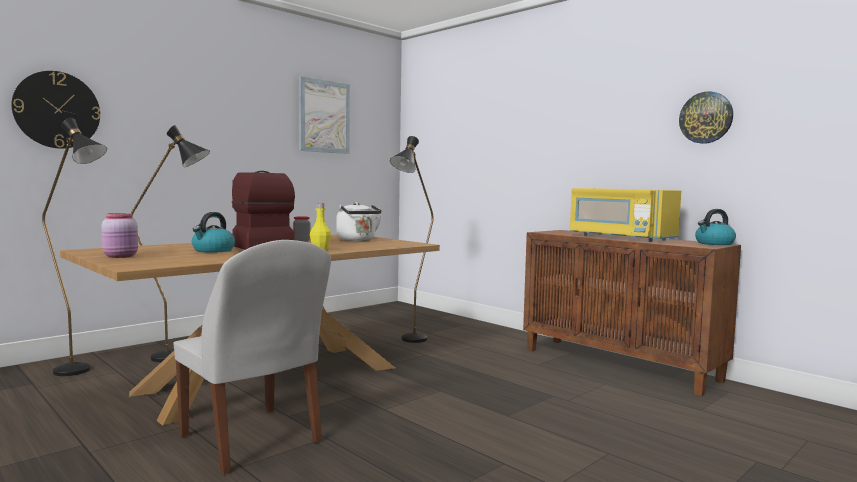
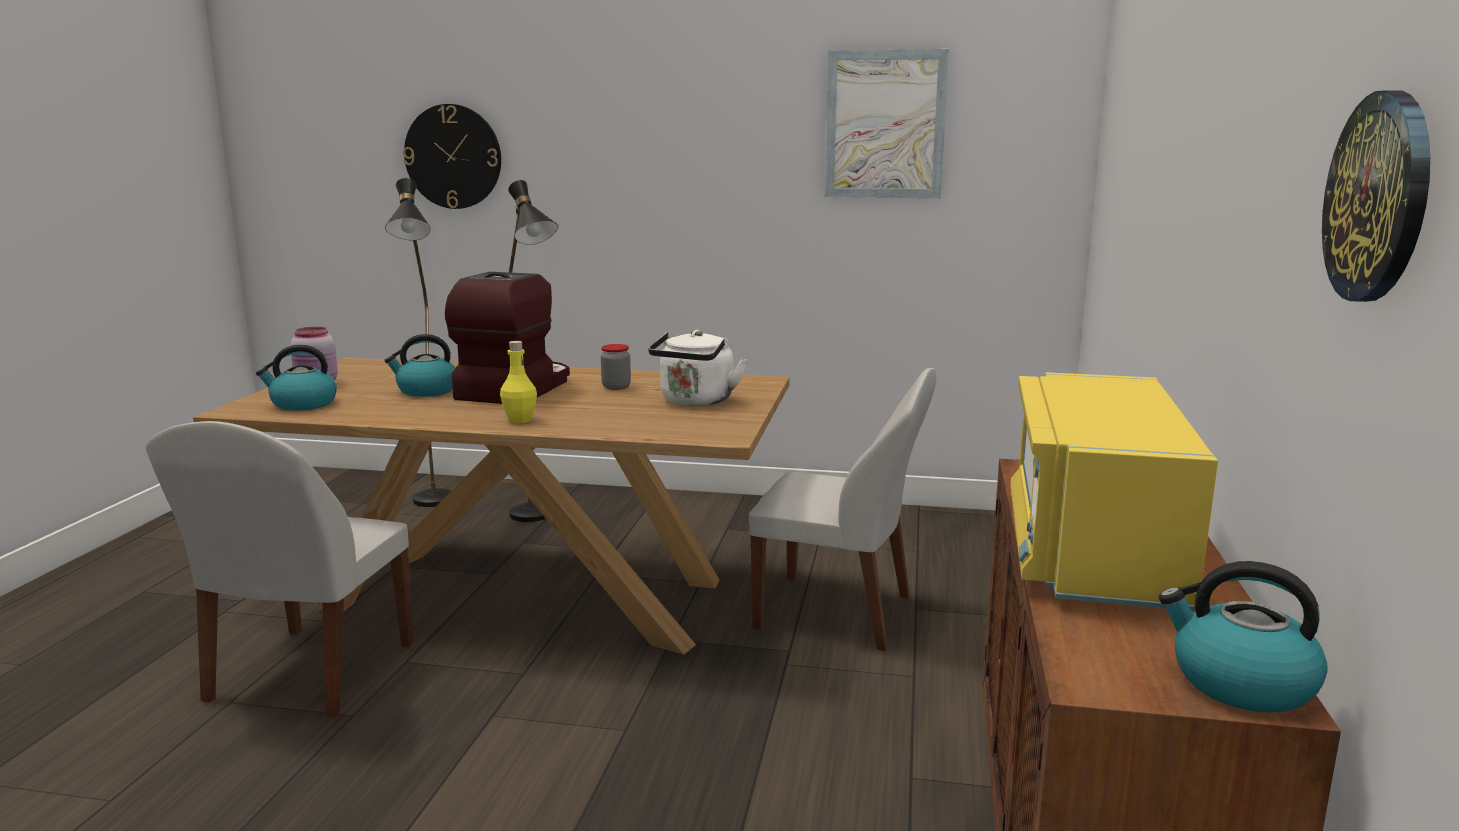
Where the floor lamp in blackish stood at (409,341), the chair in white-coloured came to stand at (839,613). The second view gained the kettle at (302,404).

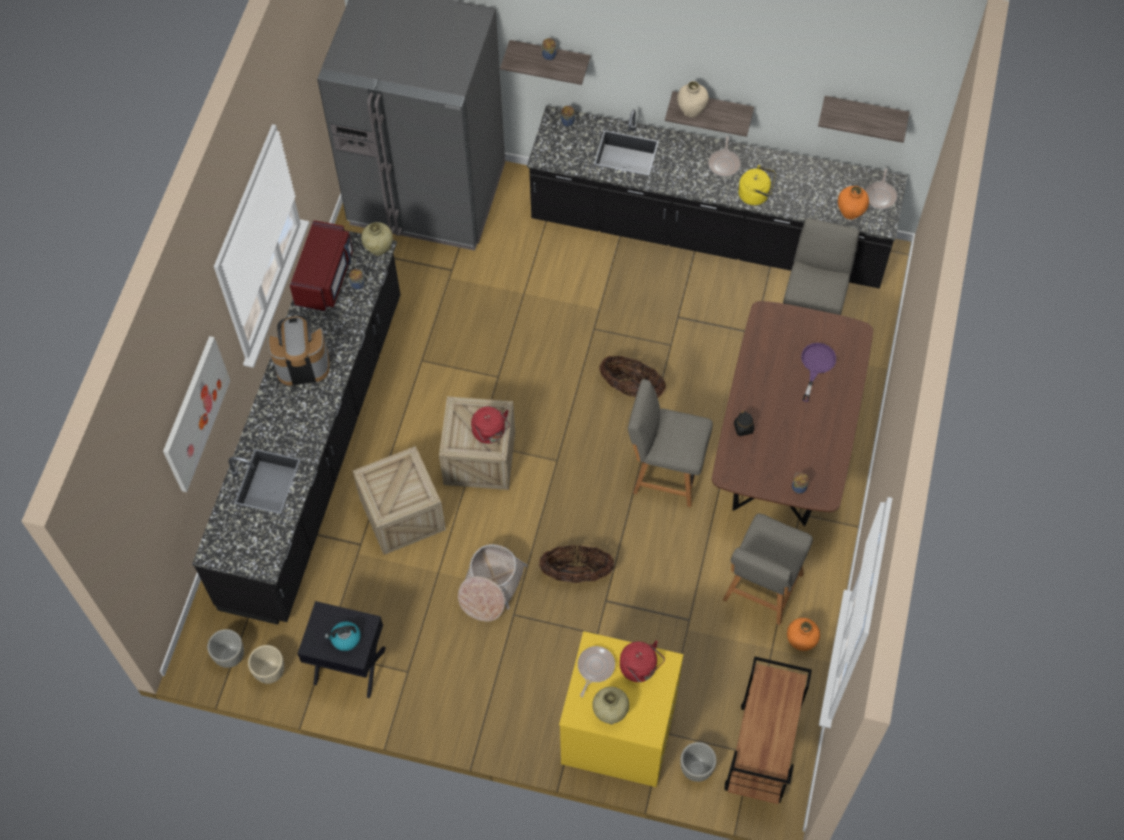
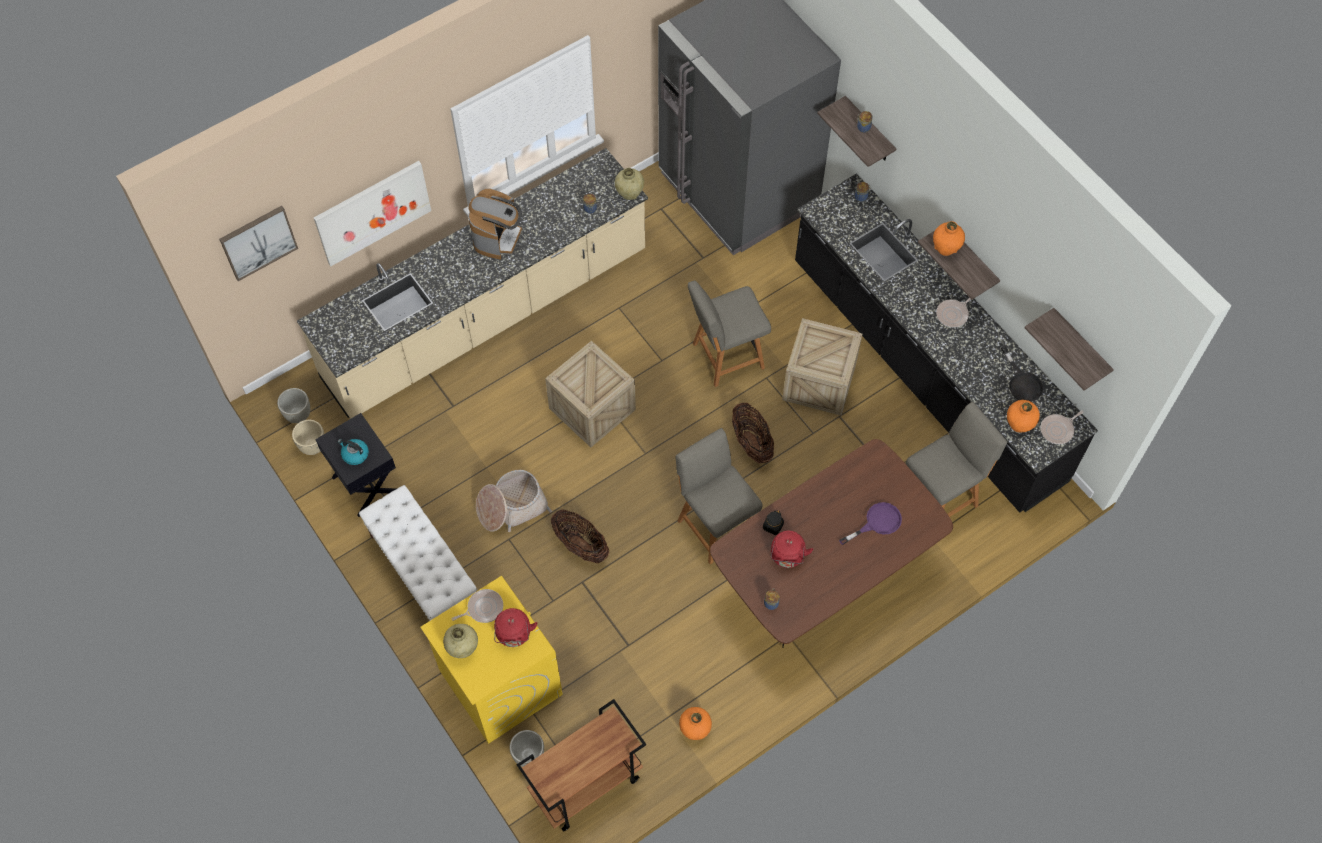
What was the flower vase in beige at (691,111) turned into the flower vase in orange-coloured at (945,249). The second view lost the kettle in yellow at (755,195). The second view lost the microwave oven in red at (325,278). What was the kitchen counter in blackish at (315,449) turned into the kitchen counter in beige at (486,316). The coffee machine at (302,364) ended up facing another way, 75 degrees clockwise from before. The kettle in red ended up elsewhere, having gone from (490,433) to (787,557). The crate ended up elsewhere, having gone from (402,514) to (819,382). The chair in gray ended up elsewhere, having gone from (761,589) to (725,357). The second view gained the wall picture at (258,242). The second view gained the frying pan in blackish at (1022,382). The second view gained the bench in white-coloured at (424,572).

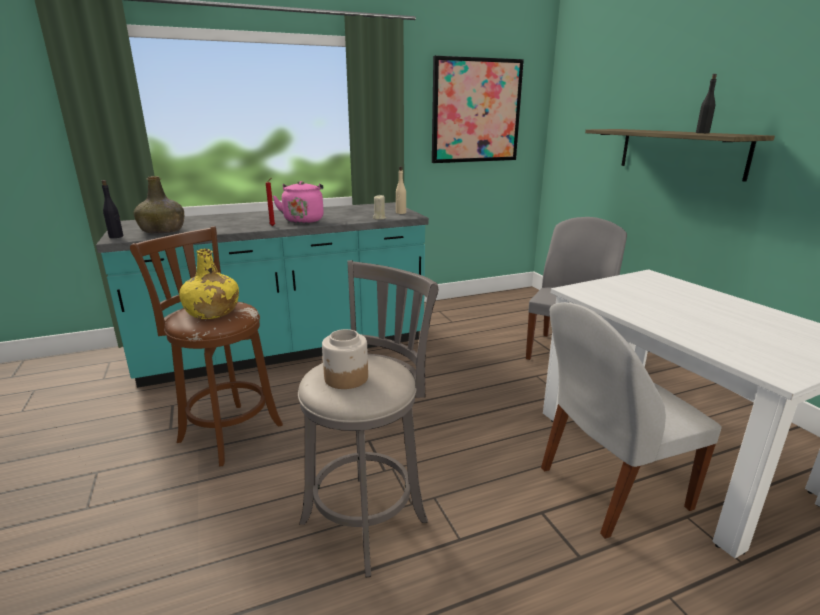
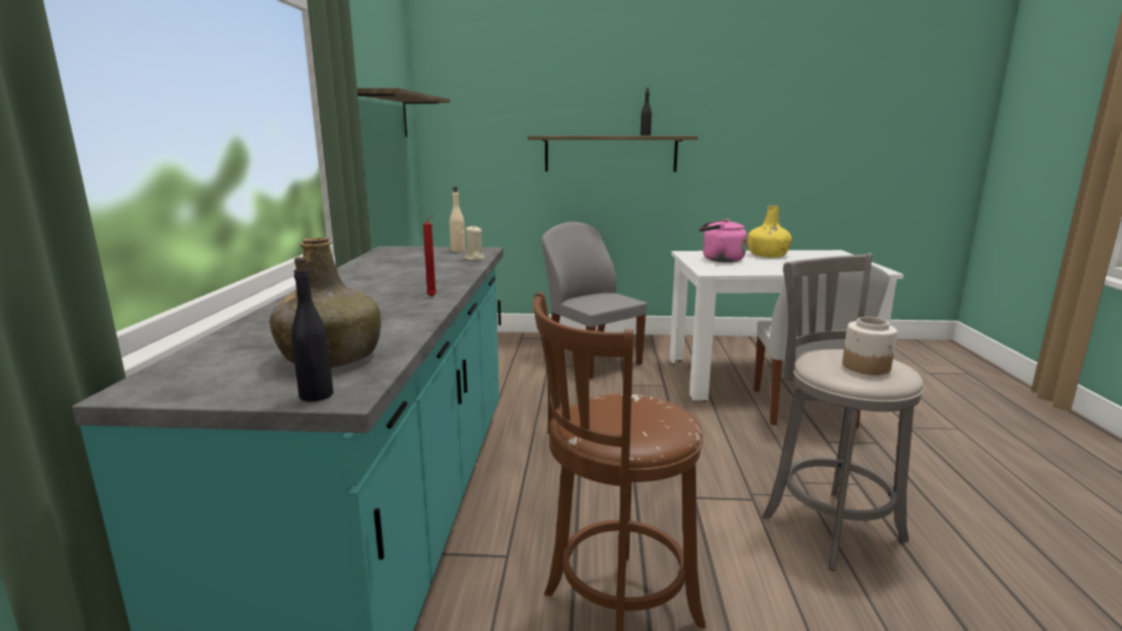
Where the wall picture hung at (476,111), the bracket shelf came to hang at (381,116). The kettle in pinkish ended up elsewhere, having gone from (303,220) to (719,259). The drink bottle in yellow ended up elsewhere, having gone from (212,312) to (768,255).

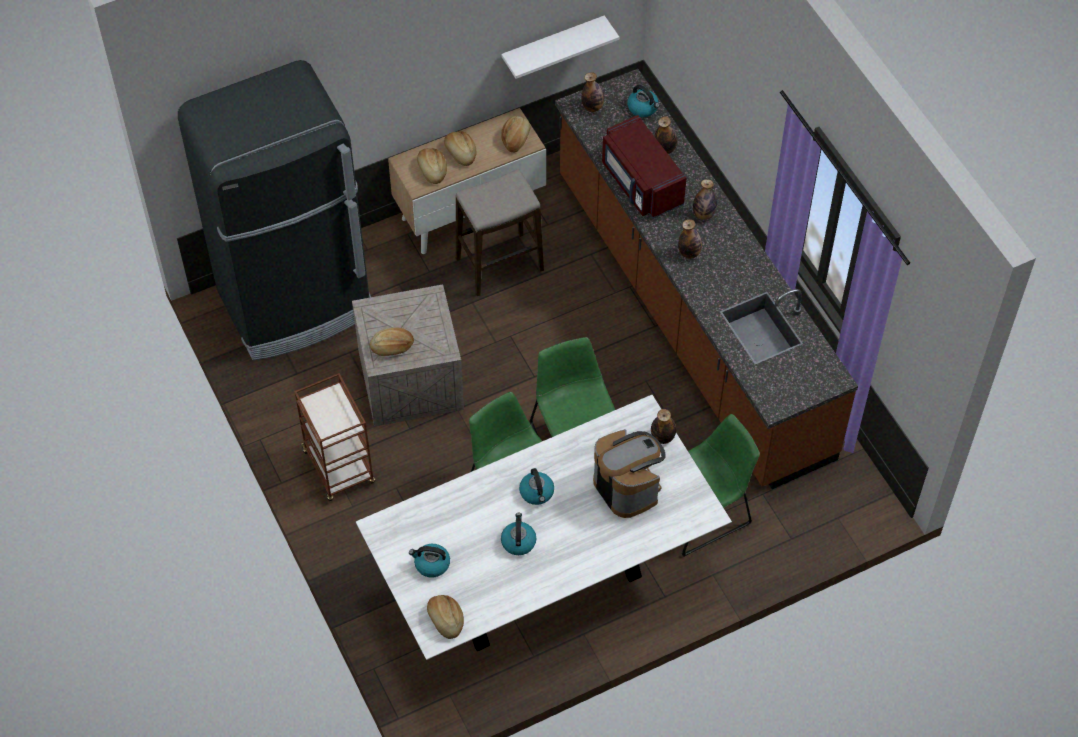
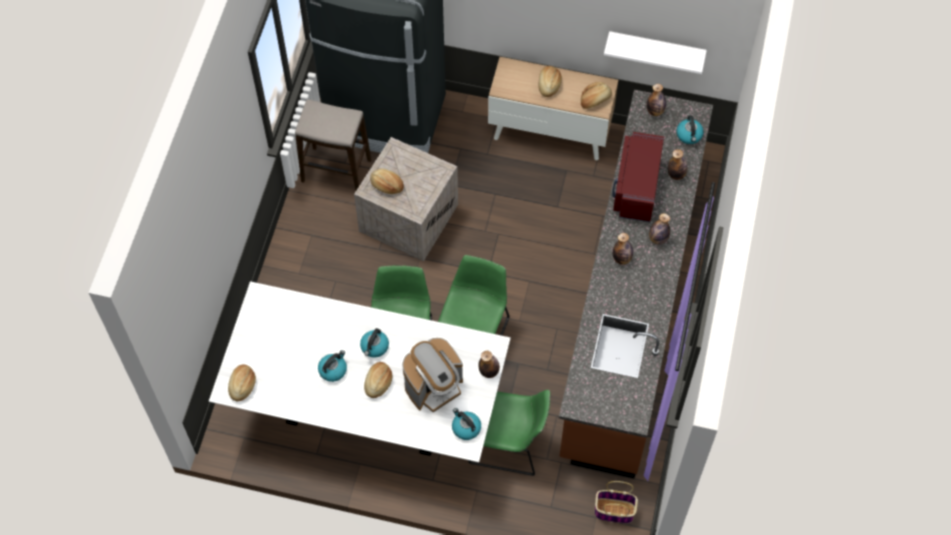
The baked bread ended up elsewhere, having gone from (431,170) to (378,382). The stool ended up elsewhere, having gone from (499,264) to (336,170). The second view lost the trolley in brown at (339,468). The coffee machine at (627,487) ended up facing another way, 45 degrees clockwise from before. The kettle ended up elsewhere, having gone from (431,564) to (465,428). The second view gained the household basket at (613,511).

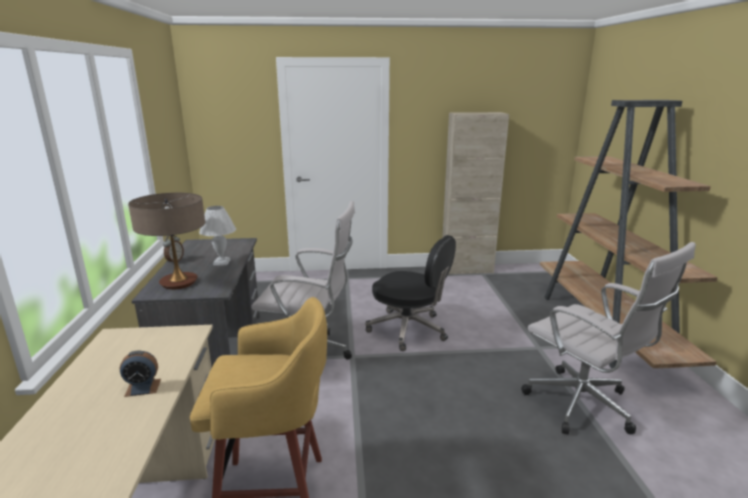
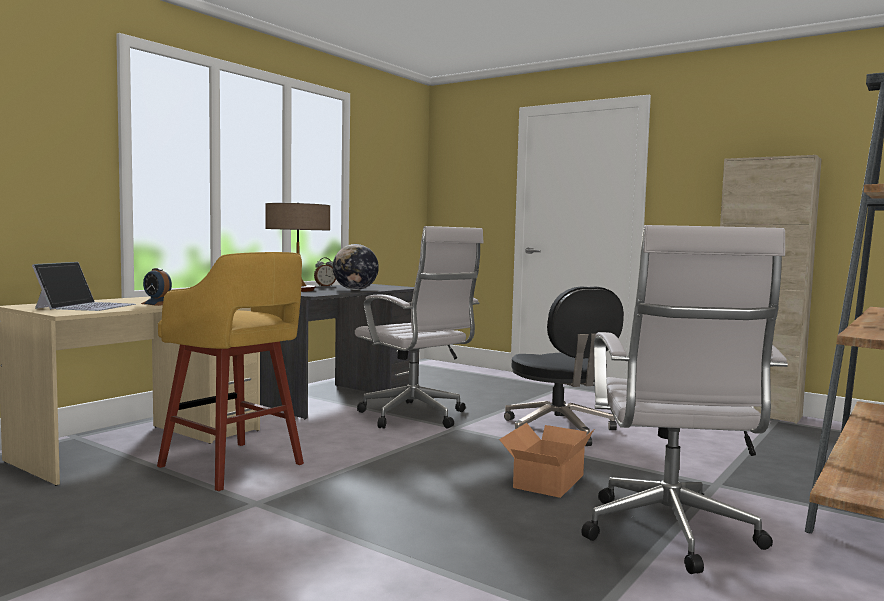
Where the lamp for a table in white-coloured stood at (221,262), the globe came to stand at (355,289). The second view gained the portable computer at (86,306). The second view gained the packing box at (545,481).

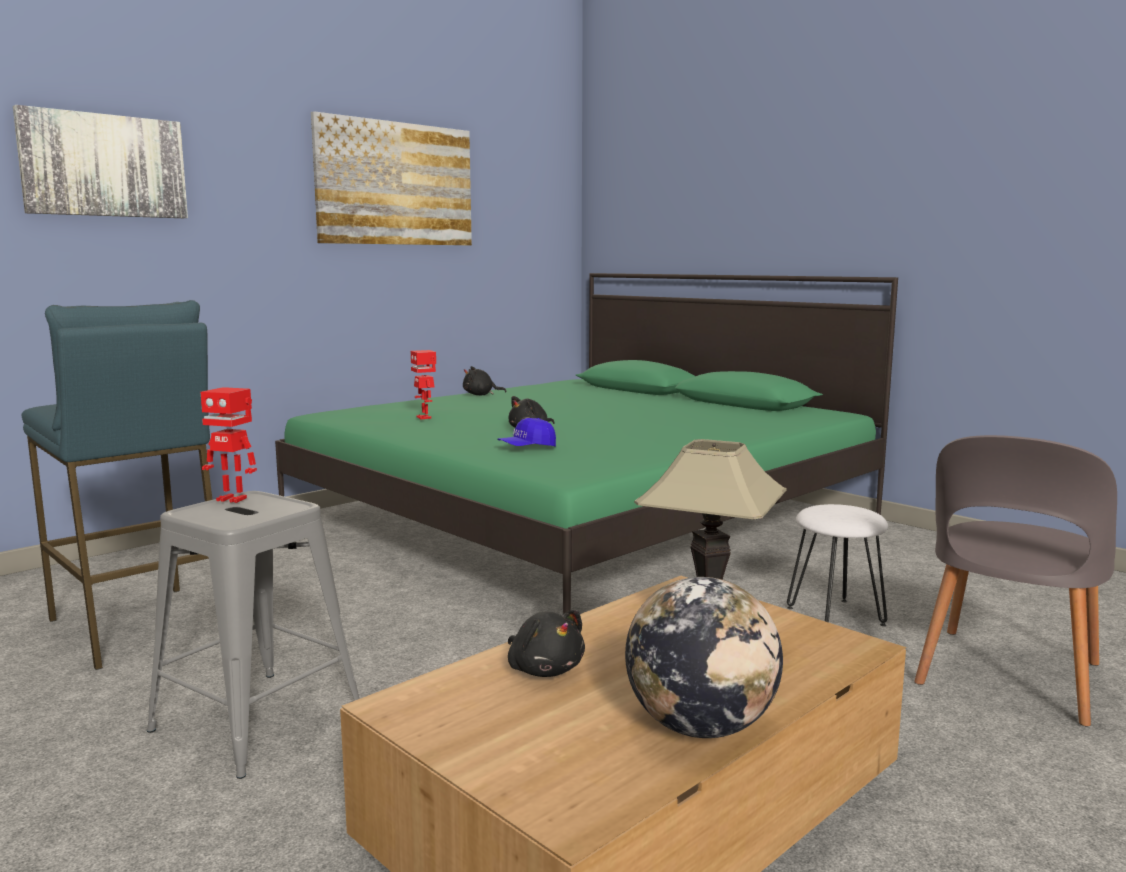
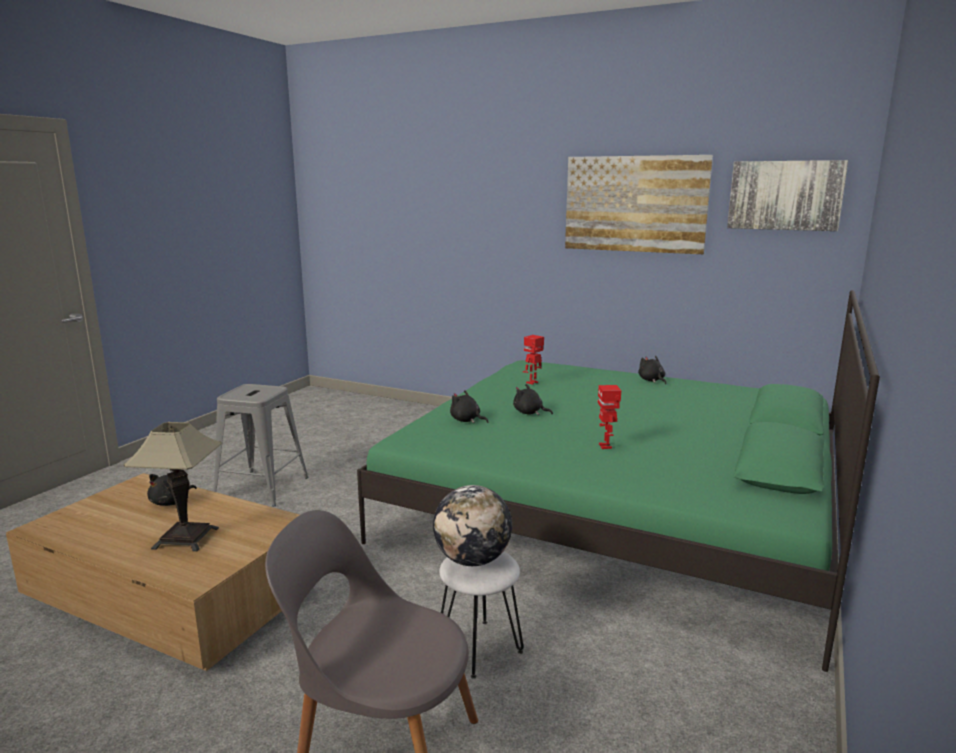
The wall picture ended up elsewhere, having gone from (104,166) to (785,195). The second view lost the stool in bluish at (138,626). The model robot ended up elsewhere, having gone from (233,499) to (606,446). Where the cap in bluish stood at (527,448), the soft toy in blackish came to stand at (466,420). The globe ended up elsewhere, having gone from (700,727) to (473,560).

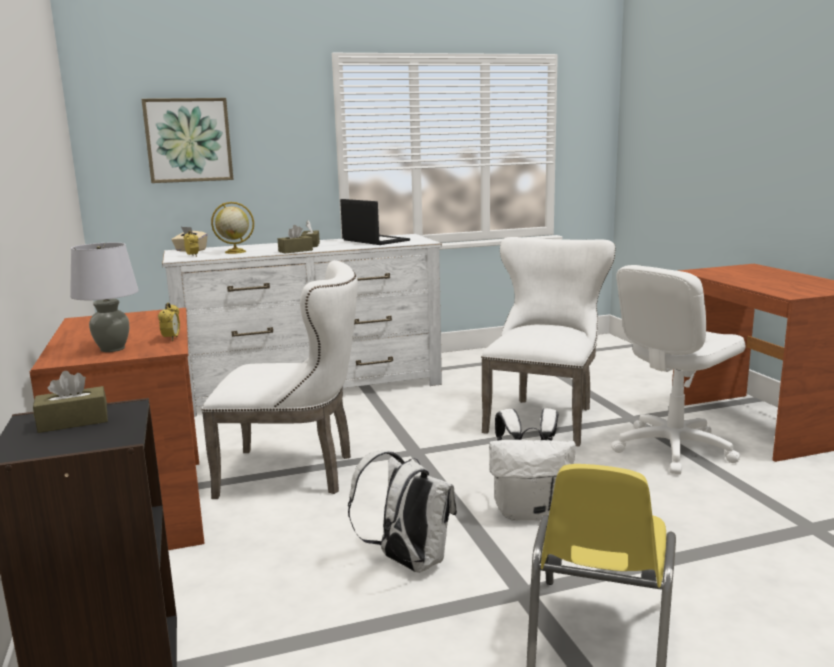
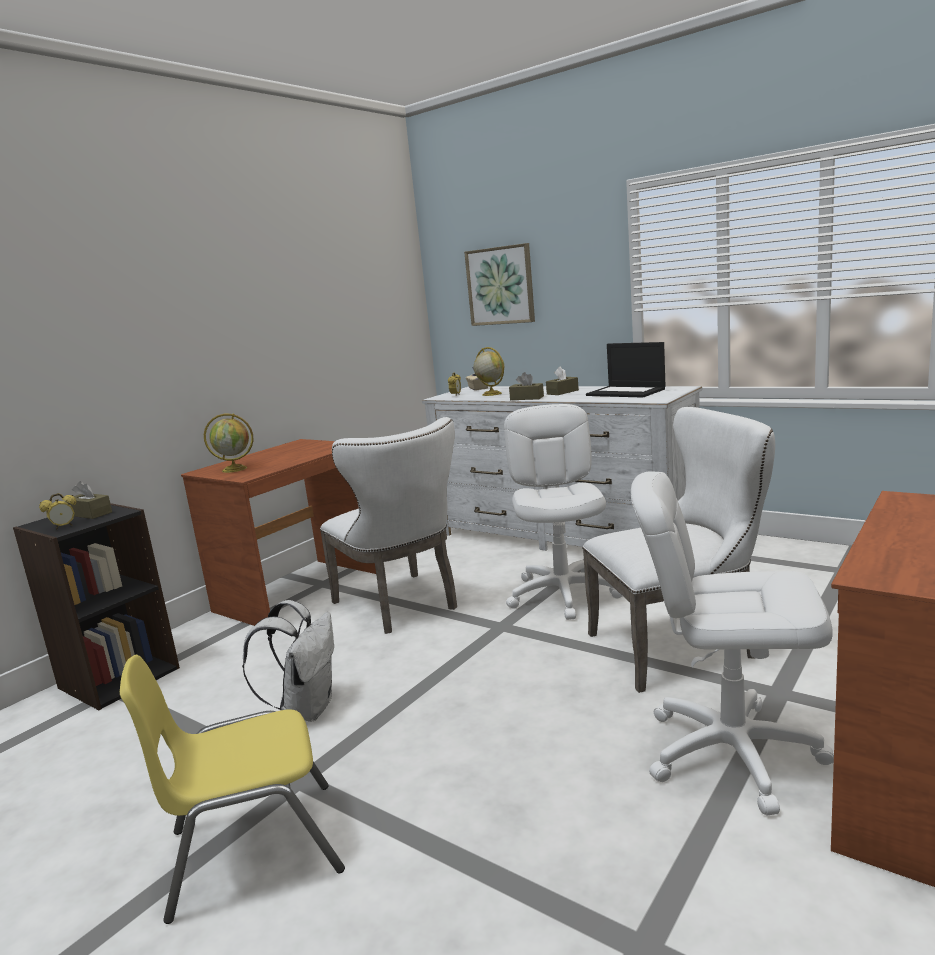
The portable computer at (374,240) ended up facing another way, 120 degrees clockwise from before. Where the lamp for a table in gray stood at (112,349), the globe came to stand at (235,469). The alarm clock ended up elsewhere, having gone from (171,339) to (64,527). The second view lost the rucksack in white-coloured at (528,511). The second view gained the computer chair in white-coloured at (563,594).

